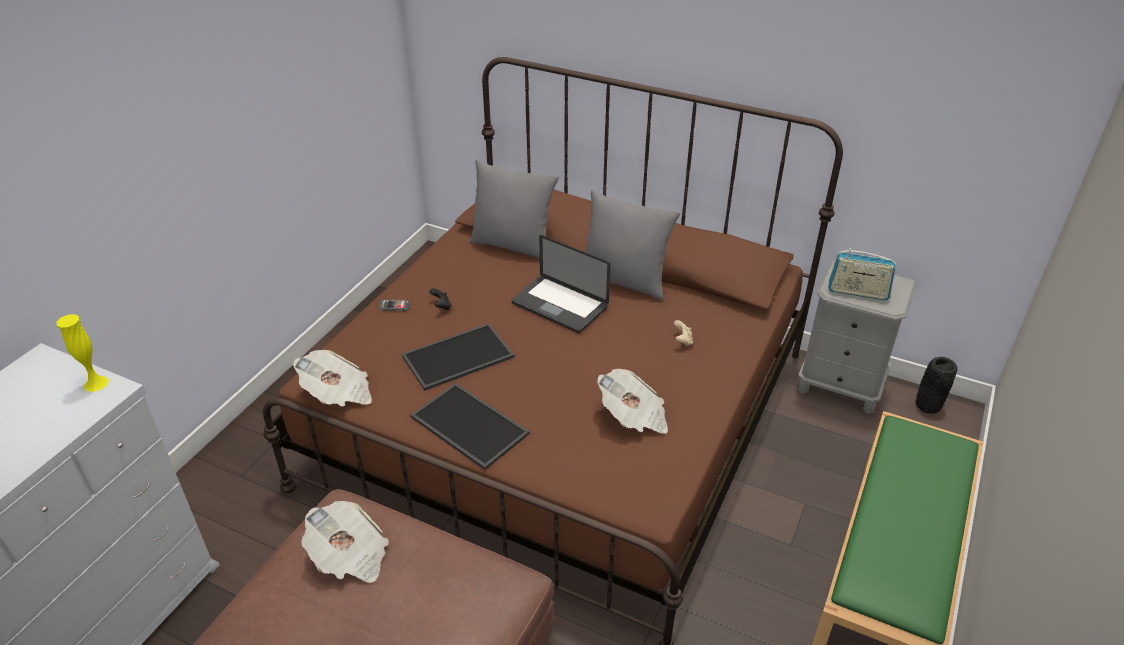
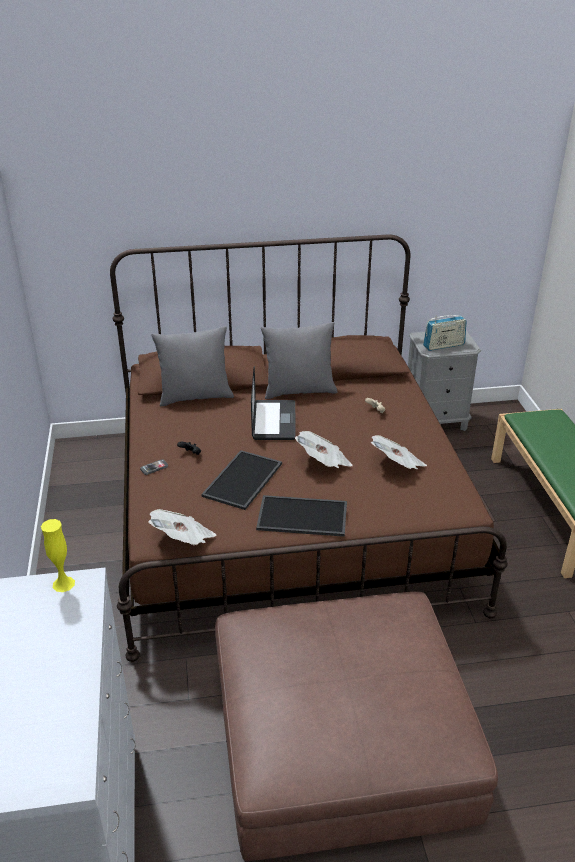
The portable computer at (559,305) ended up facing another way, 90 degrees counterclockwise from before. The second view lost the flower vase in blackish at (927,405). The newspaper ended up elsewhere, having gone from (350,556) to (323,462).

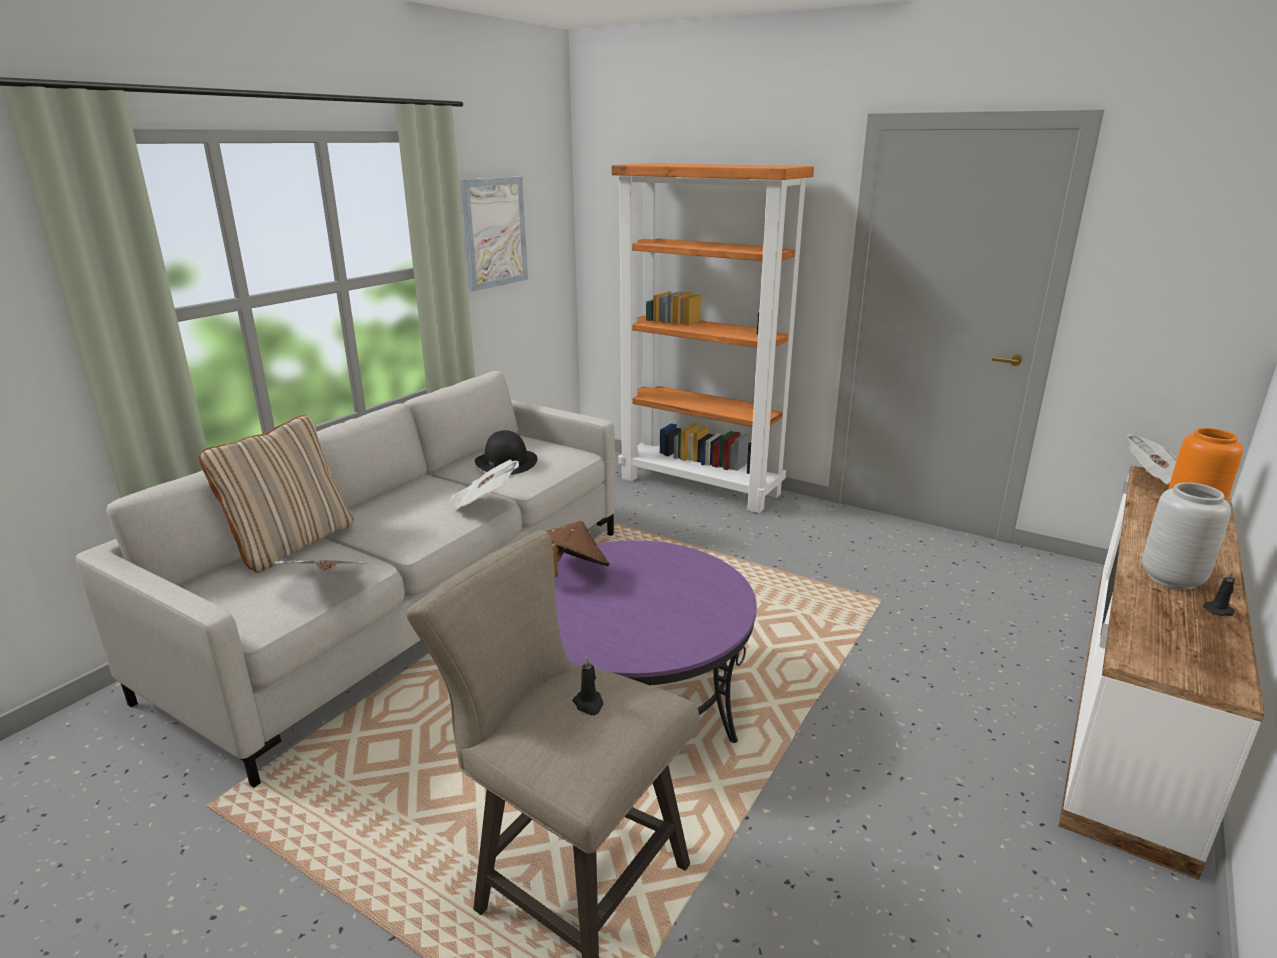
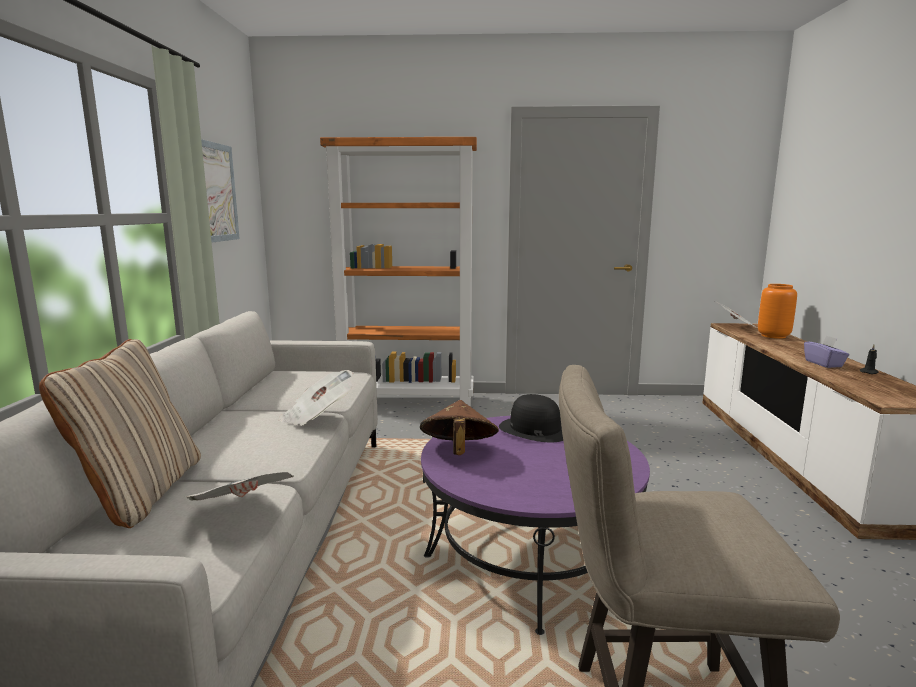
The wearable hat in blackish ended up elsewhere, having gone from (506,462) to (534,429). Where the flower vase in gray stood at (1170,578), the tissue holder in purple-coloured came to stand at (824,364). The second view lost the candle in blackish at (589,704).

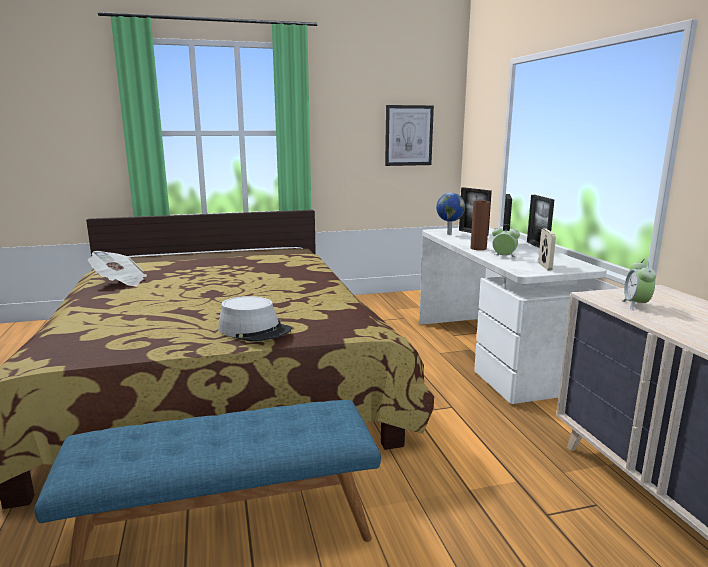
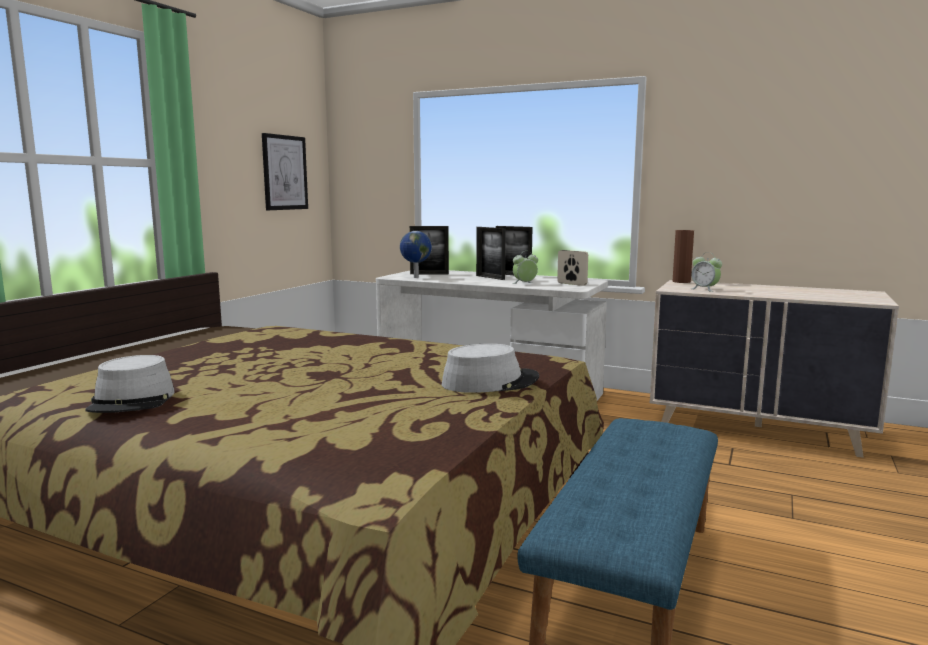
The flower vase in brown ended up elsewhere, having gone from (478,248) to (681,281). Where the newspaper stood at (120,282), the wearable hat in gray came to stand at (132,400).

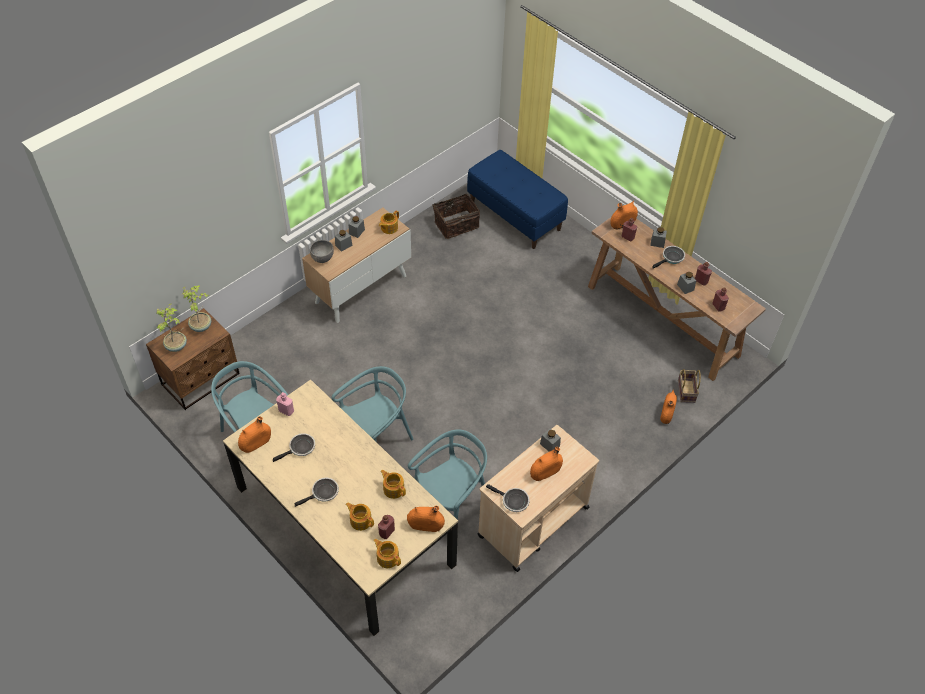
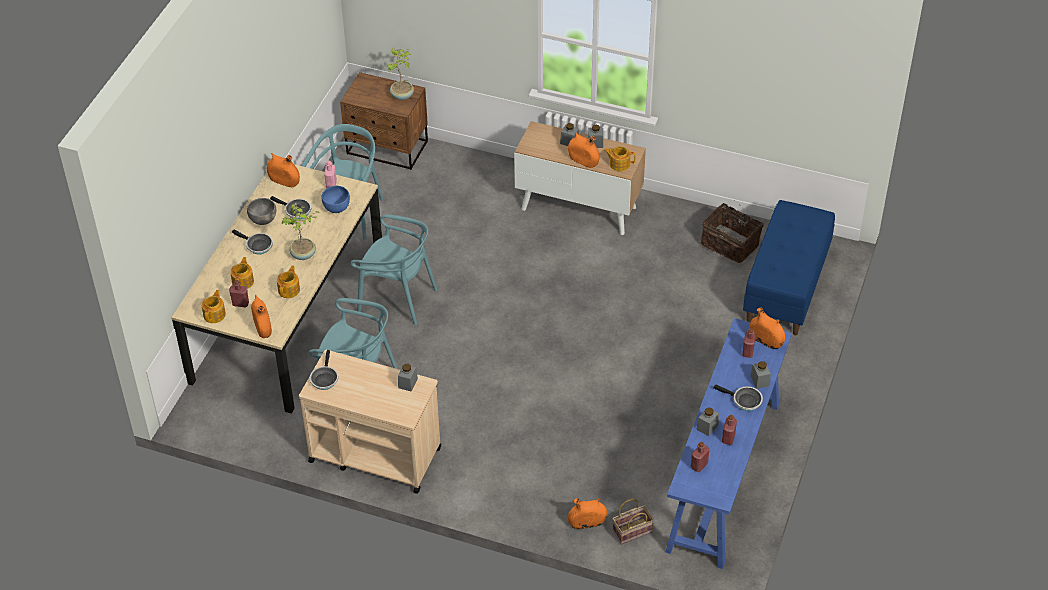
What was the hall table in brown at (663,321) turned into the hall table in bluish at (723,477). The deep dish in gray ended up elsewhere, having gone from (322,258) to (263,220). The plant in a pot ended up elsewhere, having gone from (177,346) to (304,255). The flower vase in orange-coloured ended up elsewhere, having gone from (545,472) to (583,161). The second view gained the deep dish in bluish at (336,208).

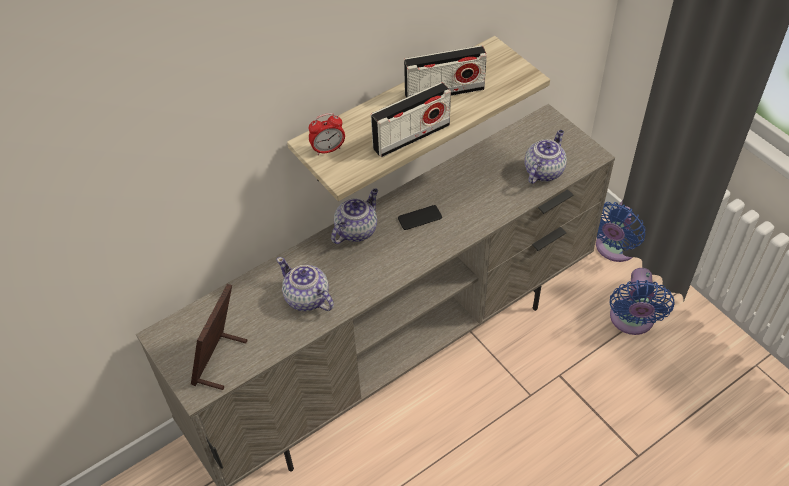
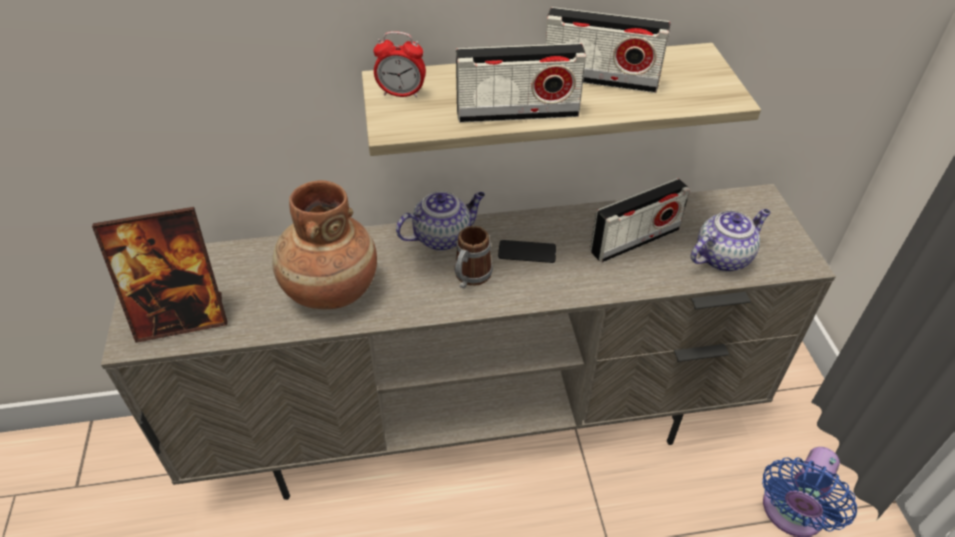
The second view lost the fan in bluish at (614,249). Where the pot for tea stood at (307,298), the flower vase in brown came to stand at (330,289). The photo frame at (220,361) ended up facing another way, 150 degrees counterclockwise from before. The second view gained the radio set at (635,240). The second view gained the coffee mug at (470,278).

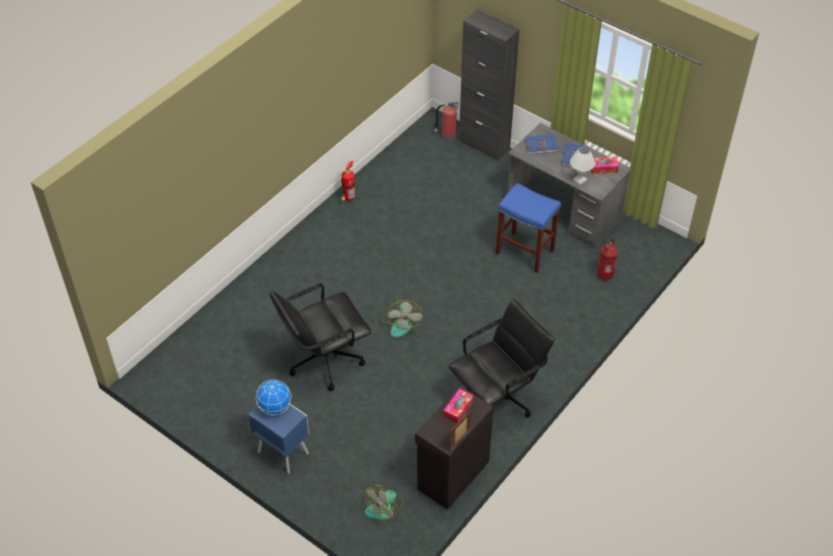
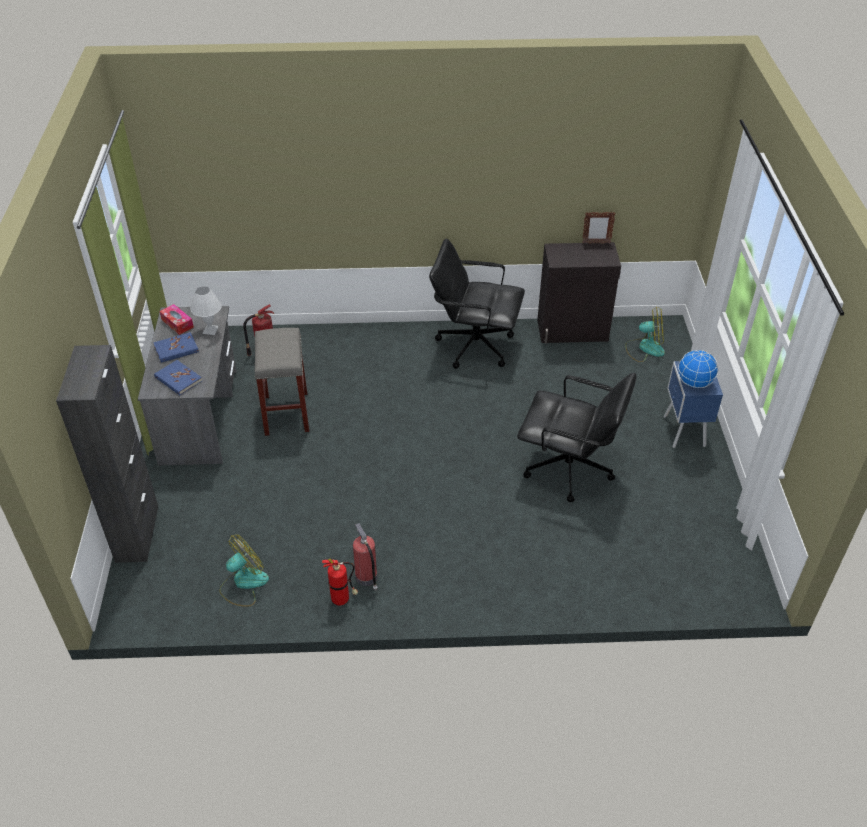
The fire extinguisher ended up elsewhere, having gone from (448,135) to (366,577). What was the stool in bluish at (524,252) turned into the stool in gray at (287,414). The fan ended up elsewhere, having gone from (401,323) to (243,583). The second view lost the tissue holder at (458,409).

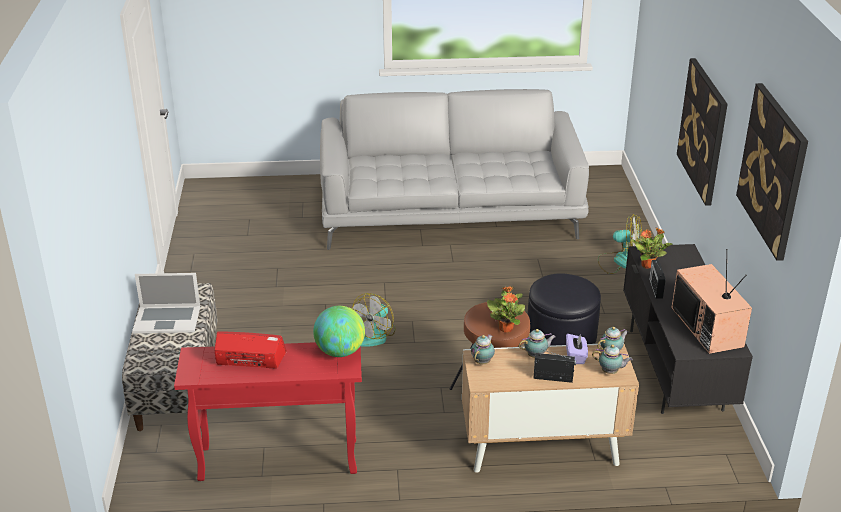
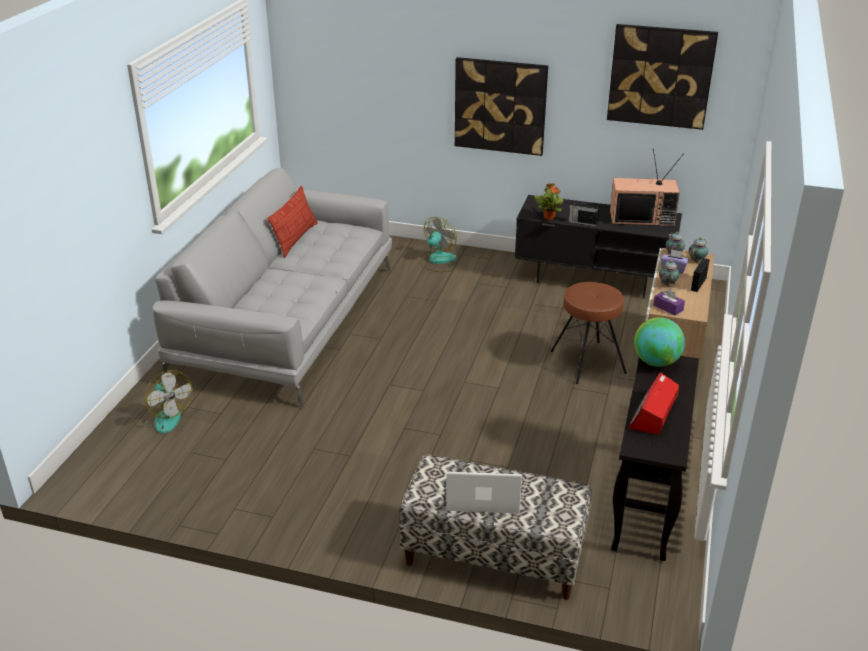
The portable computer at (167,319) ended up facing another way, 105 degrees counterclockwise from before. The second view lost the pouffe in blackish at (561,336). The second view lost the plant in a pot at (506,328). The fan ended up elsewhere, having gone from (375,335) to (163,417). Where the pot for tea stood at (483,361), the tissue holder in purple-coloured came to stand at (668,308). What was the hall table in red at (277,460) turned into the hall table in blackish at (646,503). The second view gained the pillow at (295,239).

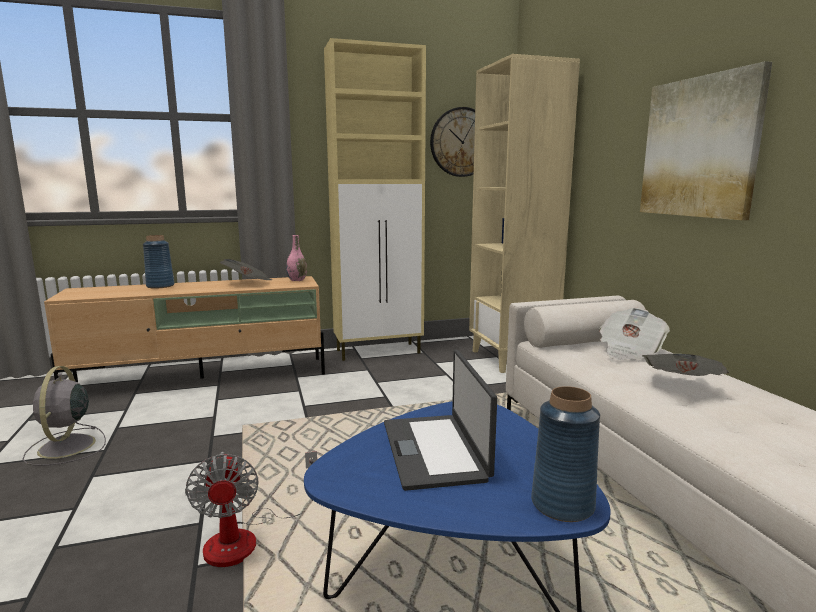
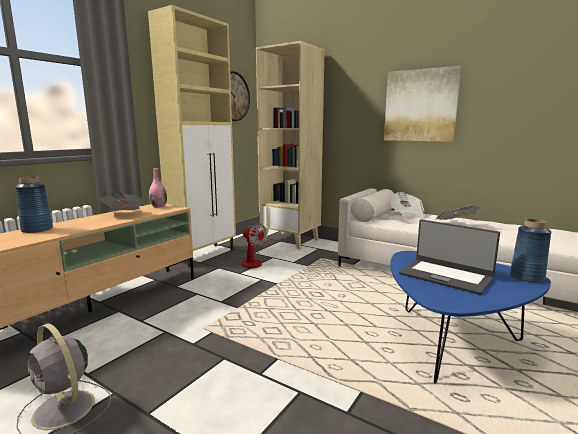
The fan ended up elsewhere, having gone from (247,538) to (252,261).

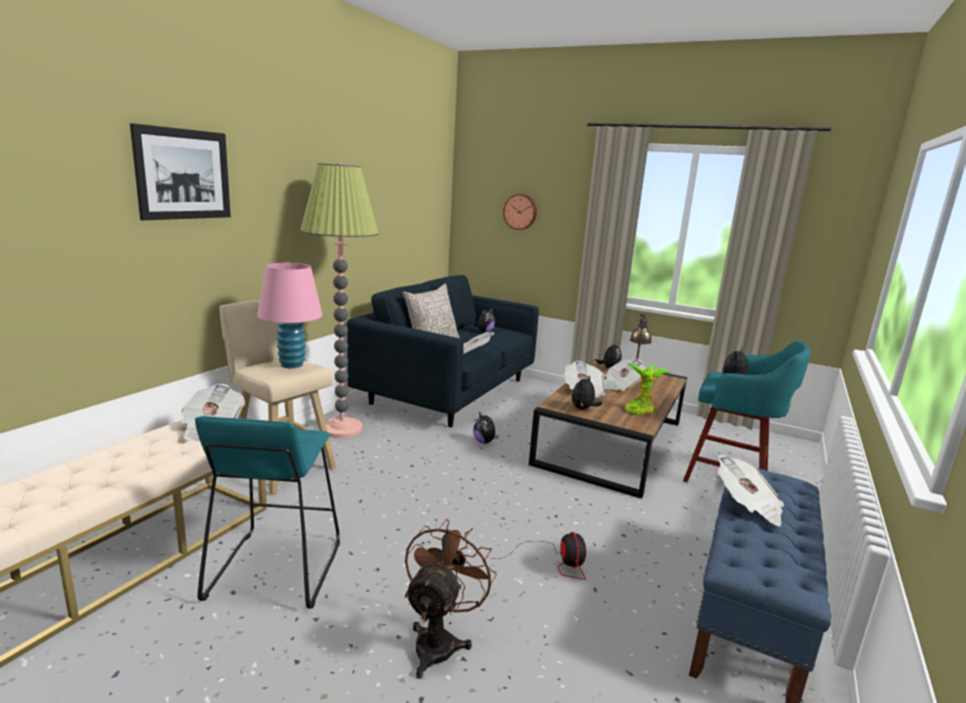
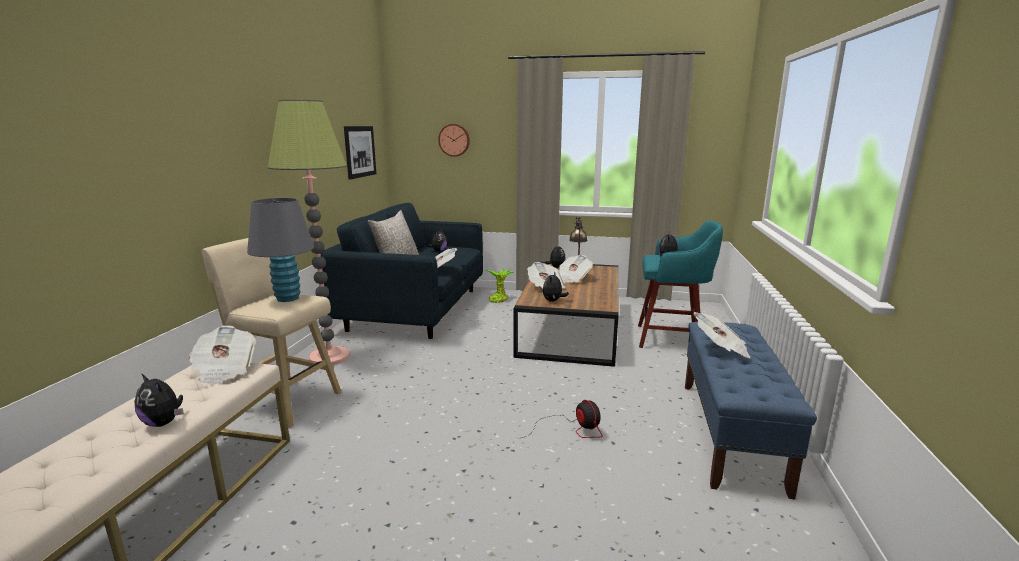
The wall picture ended up elsewhere, having gone from (183,174) to (360,151). What was the lamp for a table in pinkish at (292,365) turned into the lamp for a table in gray at (288,298). The plant in a pot ended up elsewhere, having gone from (640,410) to (499,299). The soft toy ended up elsewhere, having gone from (484,442) to (164,422). The second view lost the stool in blue-green at (275,569). The second view lost the fan in brown at (439,641).

